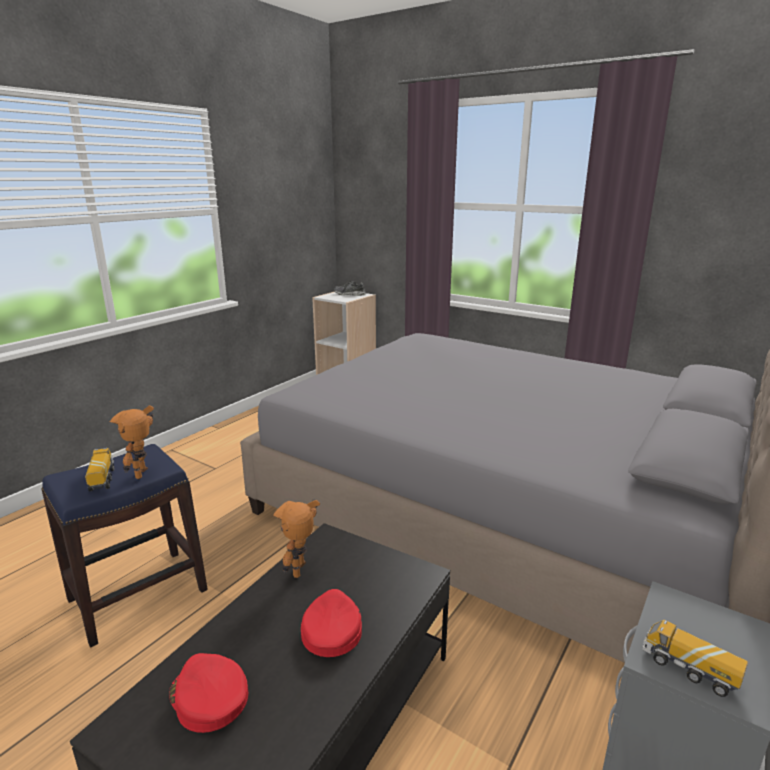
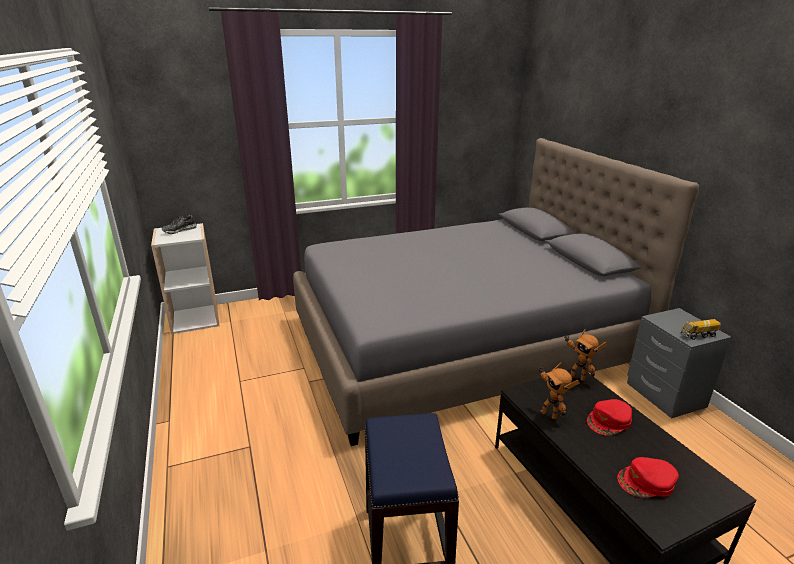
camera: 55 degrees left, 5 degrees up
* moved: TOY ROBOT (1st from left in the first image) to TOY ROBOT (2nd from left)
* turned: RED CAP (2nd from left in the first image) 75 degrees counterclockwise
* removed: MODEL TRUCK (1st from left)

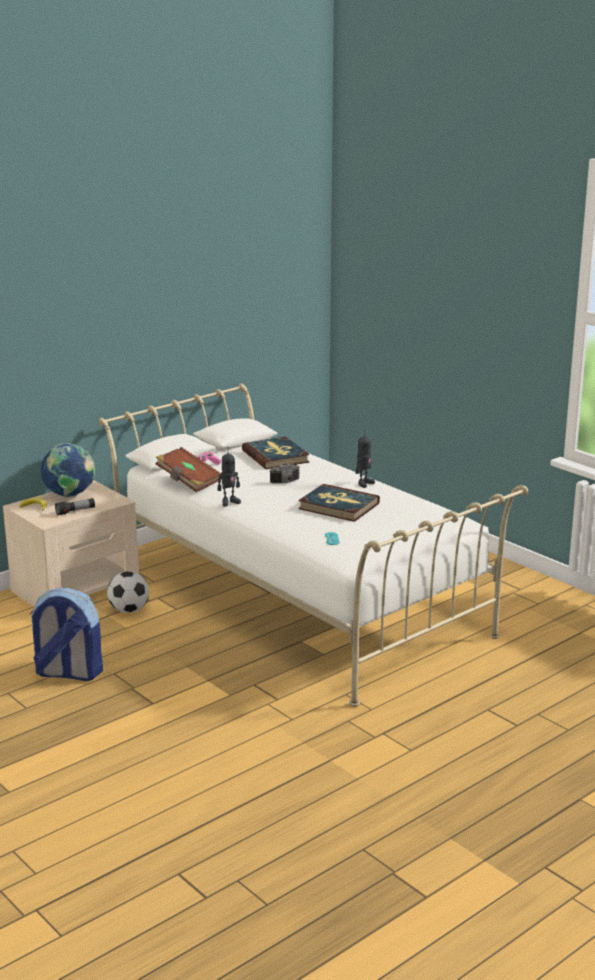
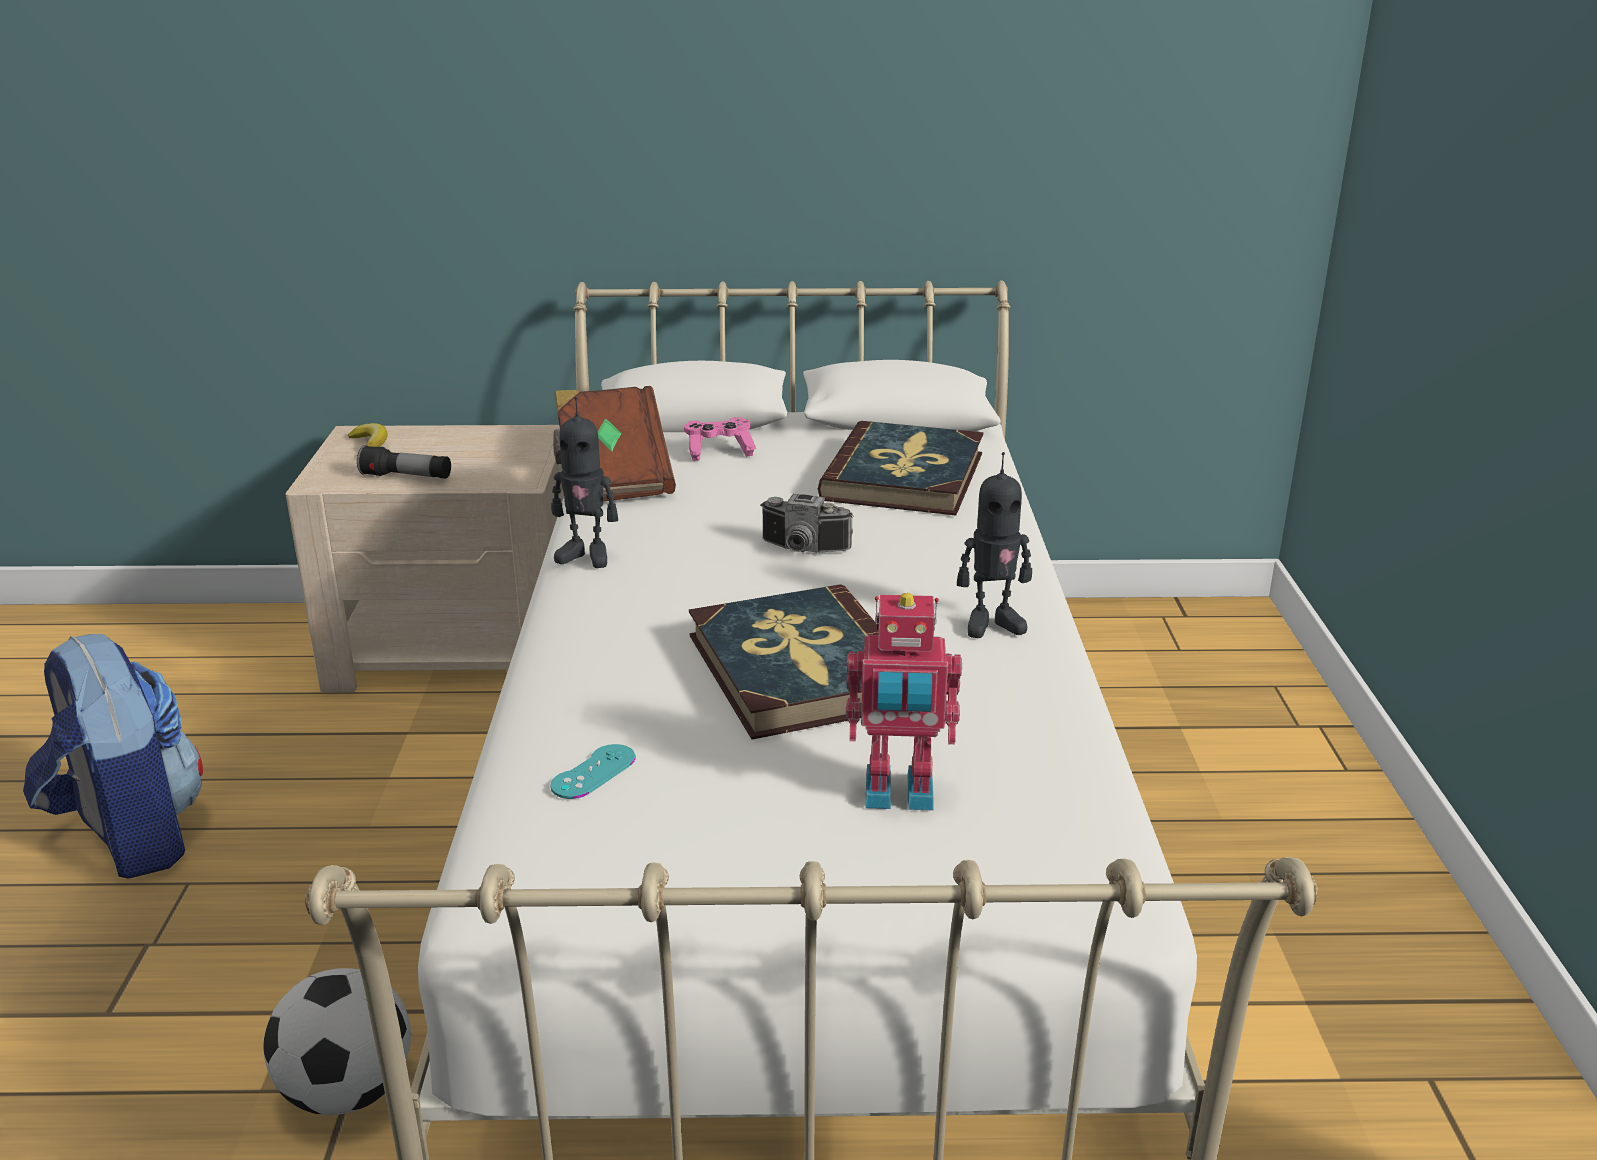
camera: 40 degrees right, 5 degrees up
* moved: FOOTBALL
* added: TOY ROBOT (2nd from left)
* removed: GLOBE

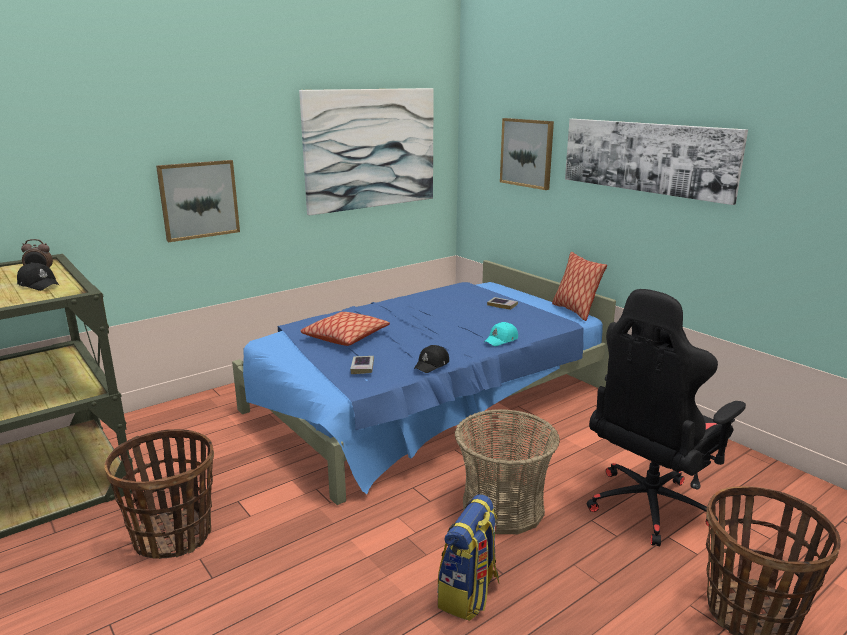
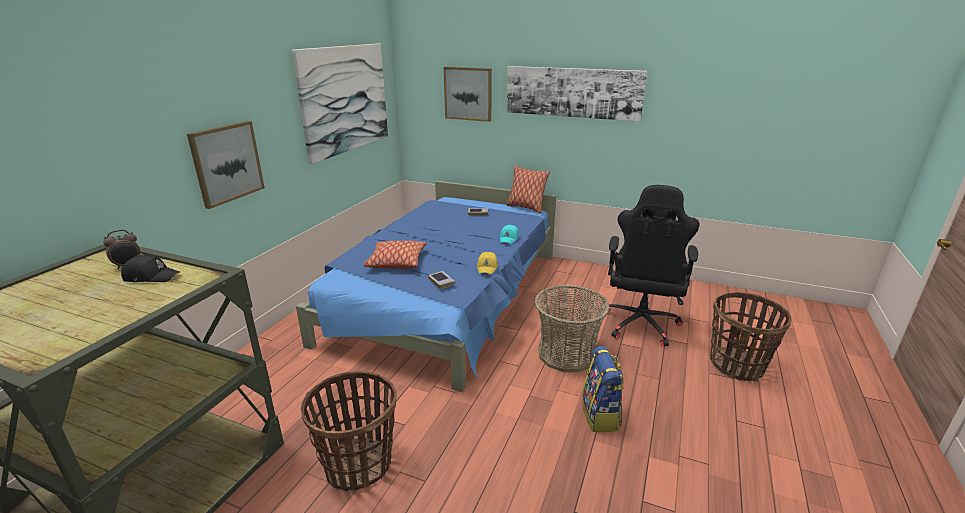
camera: 30 degrees left, 5 degrees up
* recoloured: BLACKISH CAP (2nd from left) to YELLOWISH CAP

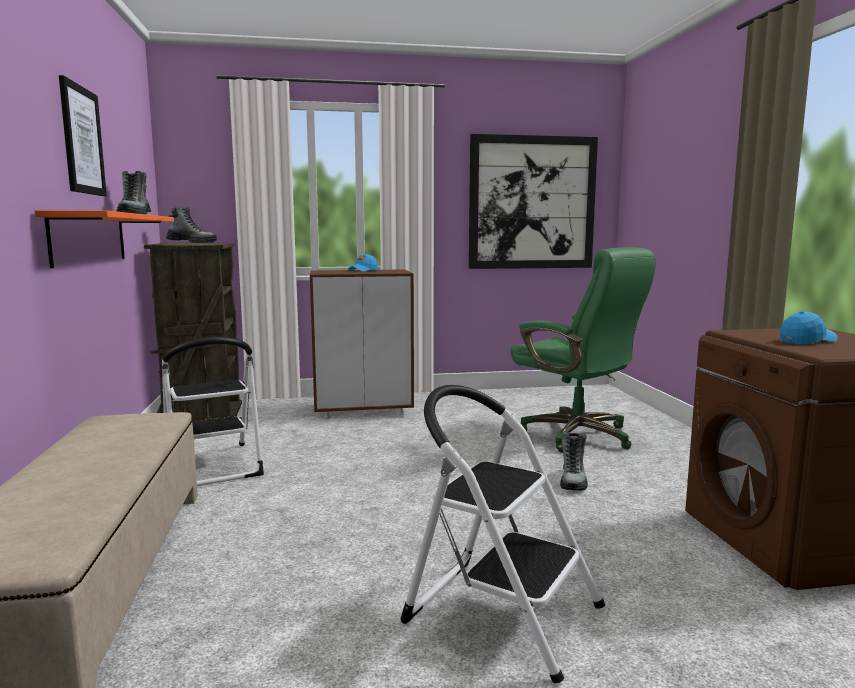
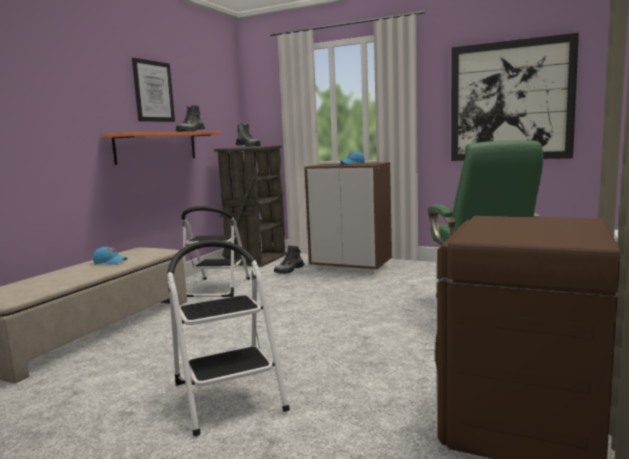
camera: 35 degrees right, 0 degrees up
* moved: BLUE-COLOURED CAP (2nd from left in the first image) to BLUE-COLOURED CAP (1st from left)
* moved: HIGH-TOP BOOT (3rd from left)

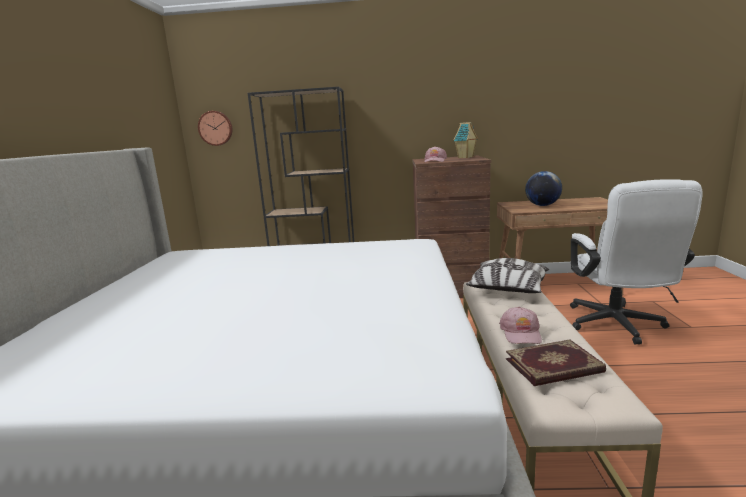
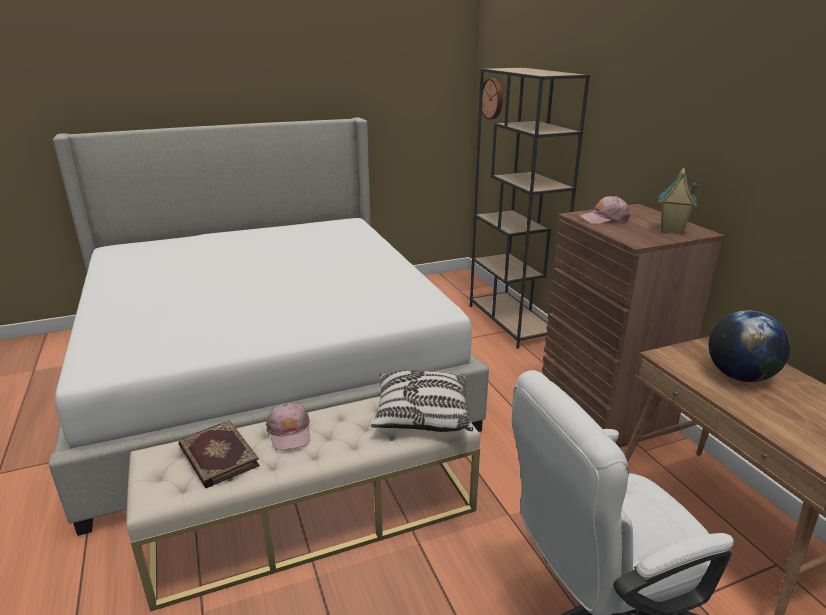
camera: 65 degrees right, 10 degrees up
* turned: PINKISH CAP (2nd from left in the first image) 90 degrees counterclockwise

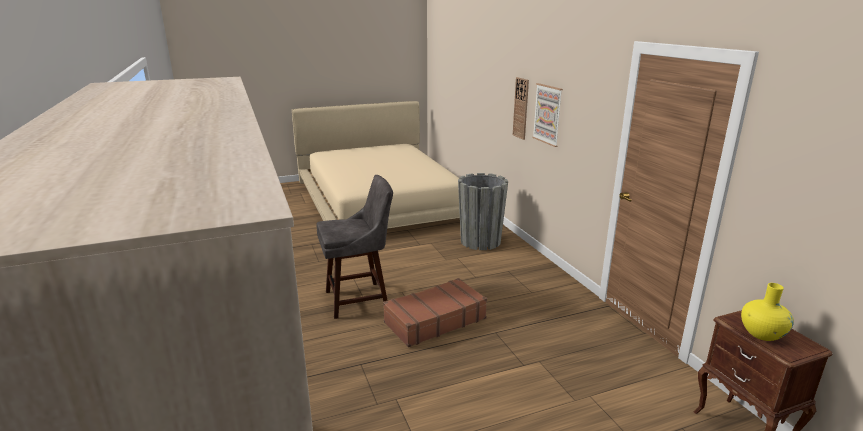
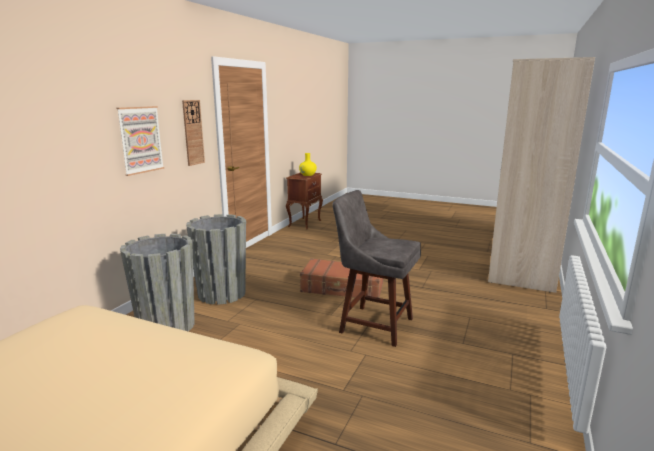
camera: 135 degrees left, 5 degrees down
* moved: CLOCK ON THE WALL
* added: GREYISH FLOWER POT (2nd from left)

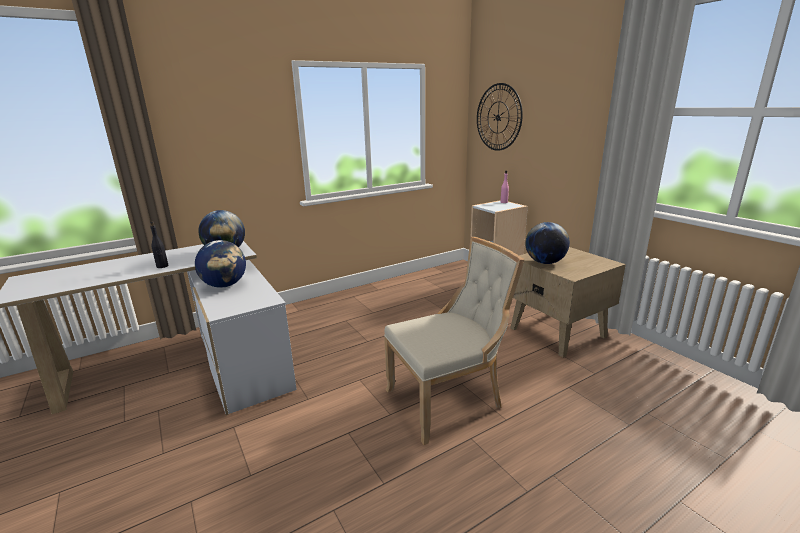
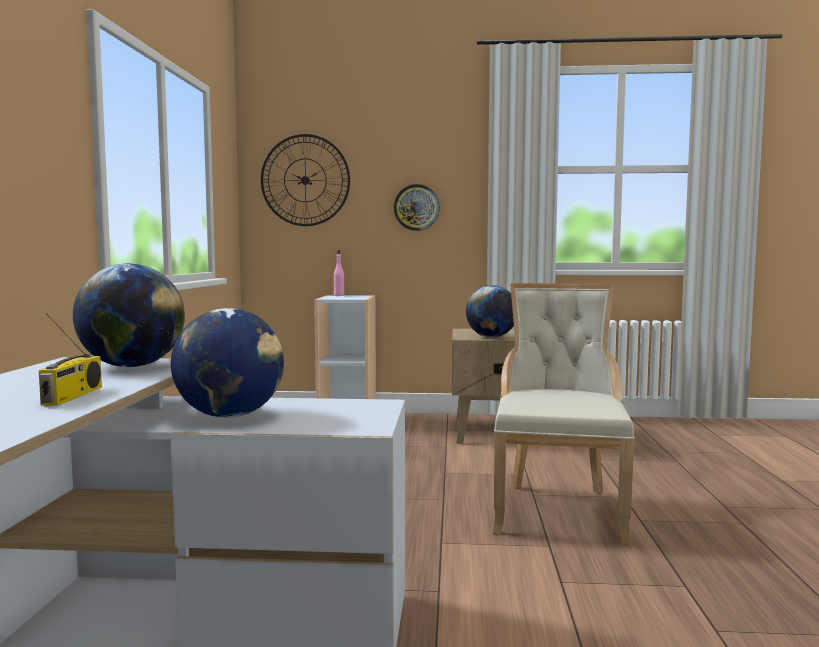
camera: 55 degrees left, 15 degrees down
* replaced: BLACKISH DRINK BOTTLE to RADIO SET
* added: CLOCK ON THE WALL (2nd from left)

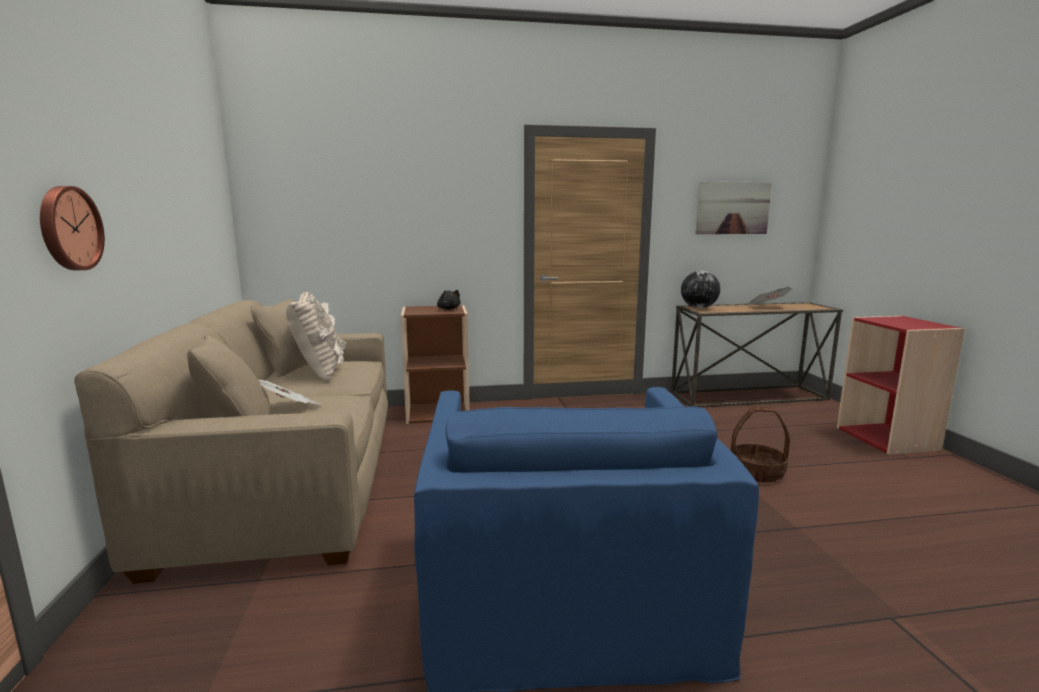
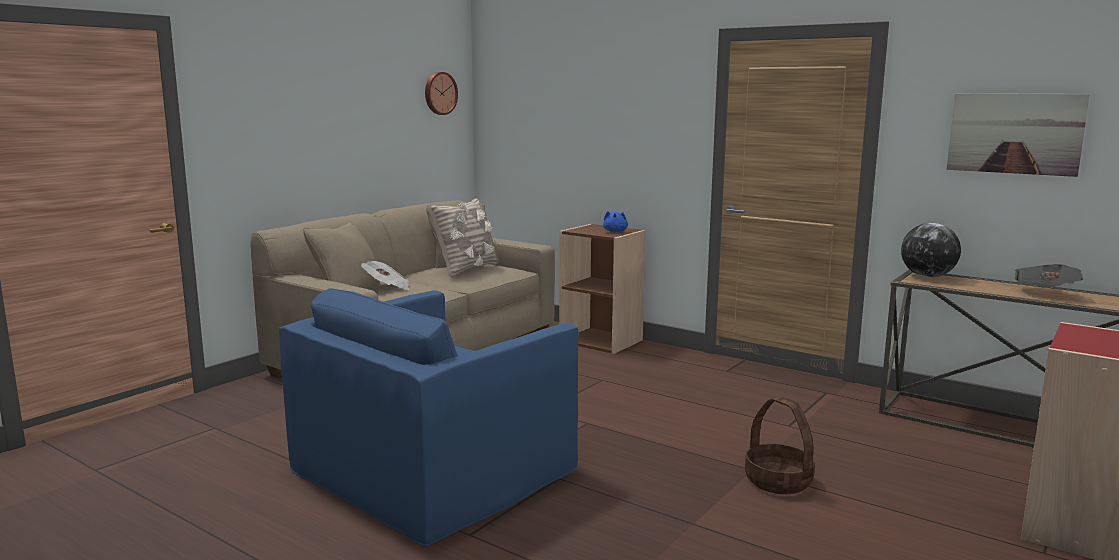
camera: 45 degrees right, 0 degrees up
* moved: CLOCK ON THE WALL
* recoloured: BLACKISH SOFT TOY to BLUE-COLOURED SOFT TOY

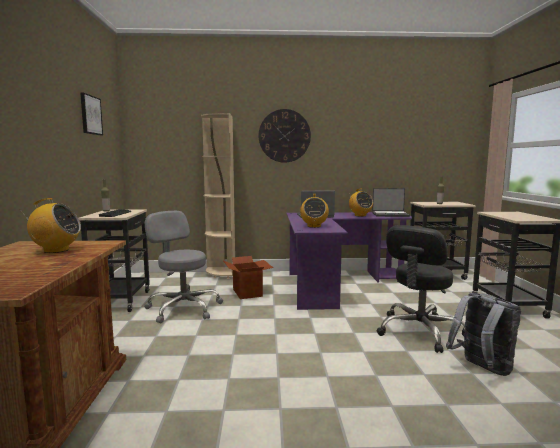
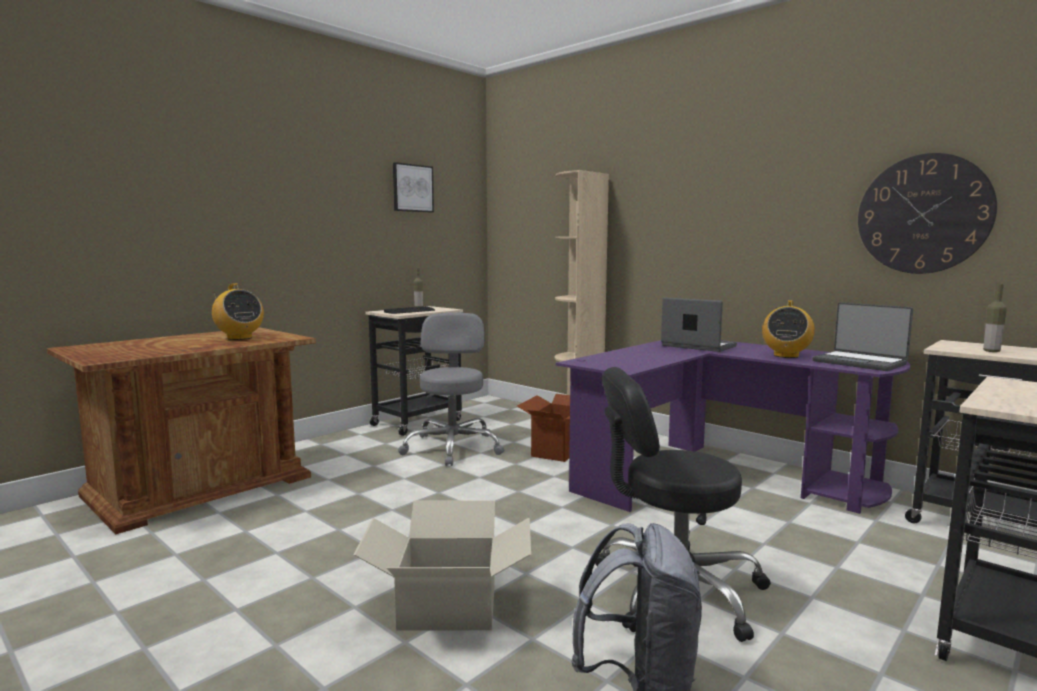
camera: 45 degrees right, 0 degrees up
* added: CARDBOARD BOX (1st from left)
* moved: CLOCK ON THE WALL
* removed: RADIO SET (2nd from left)

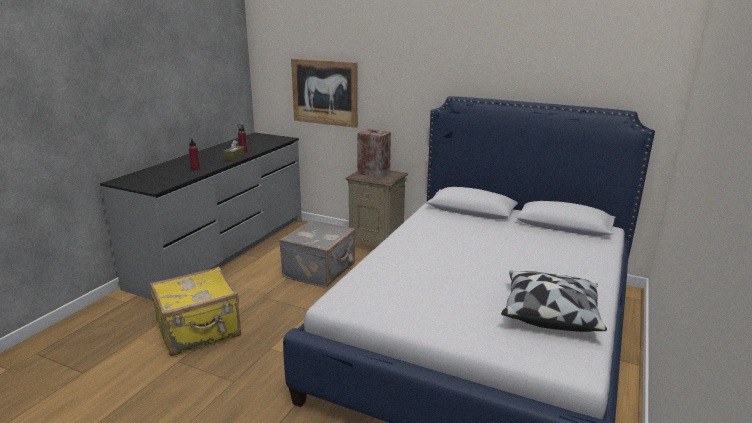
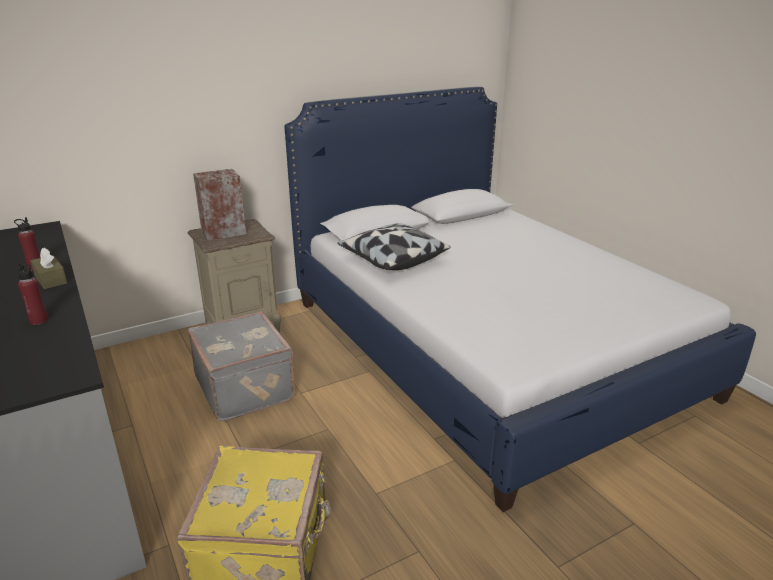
camera: 55 degrees left, 5 degrees up
* moved: THROW PILLOW
* removed: WALL PICTURE

